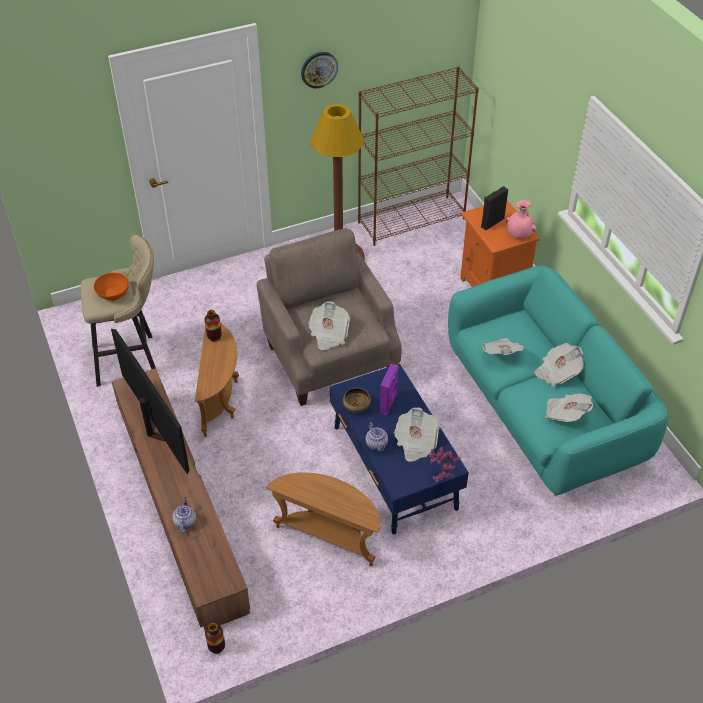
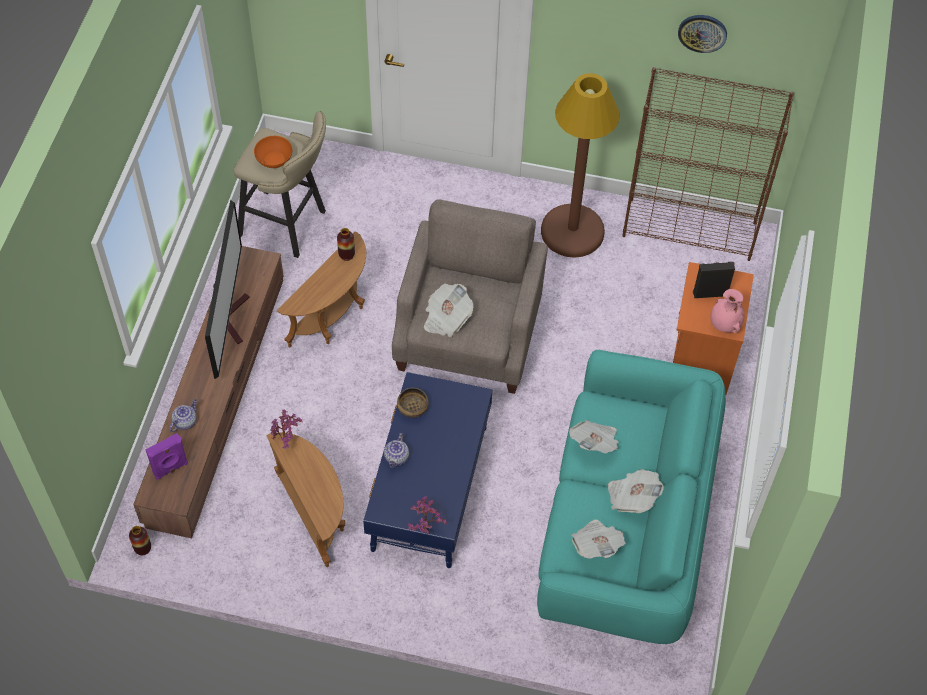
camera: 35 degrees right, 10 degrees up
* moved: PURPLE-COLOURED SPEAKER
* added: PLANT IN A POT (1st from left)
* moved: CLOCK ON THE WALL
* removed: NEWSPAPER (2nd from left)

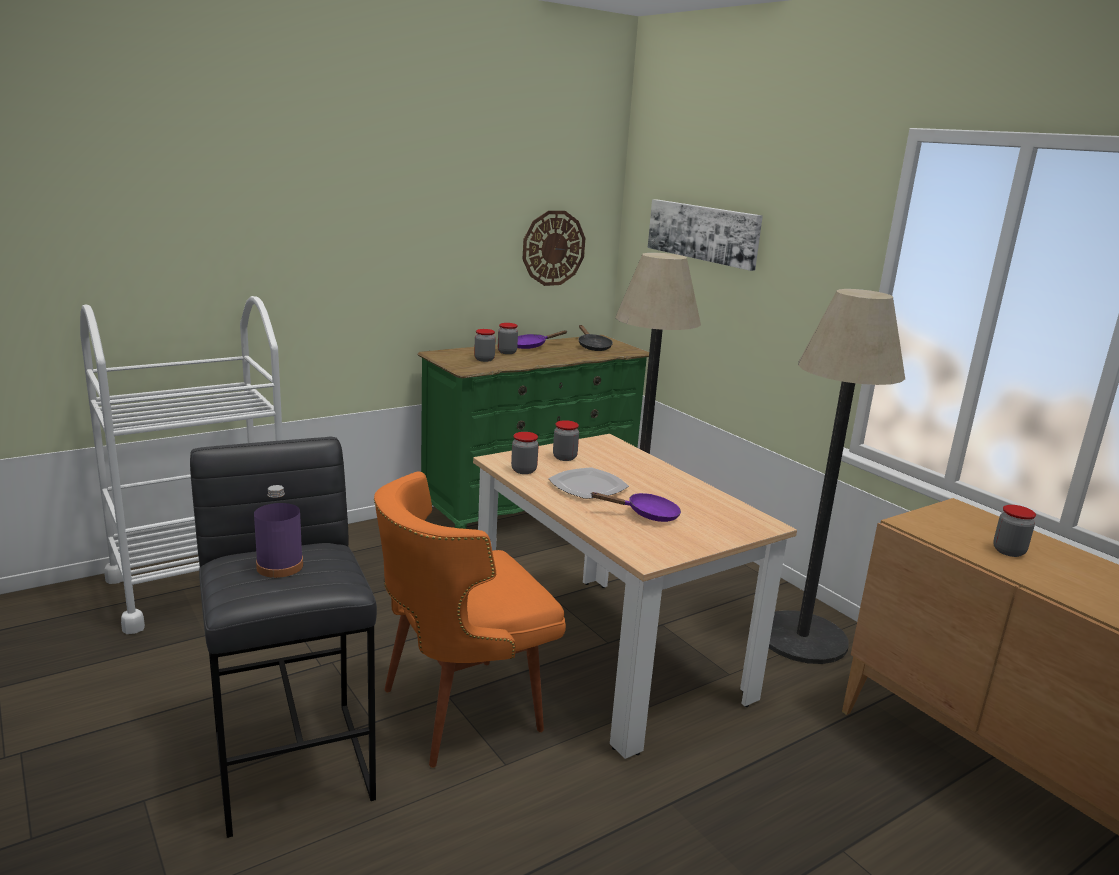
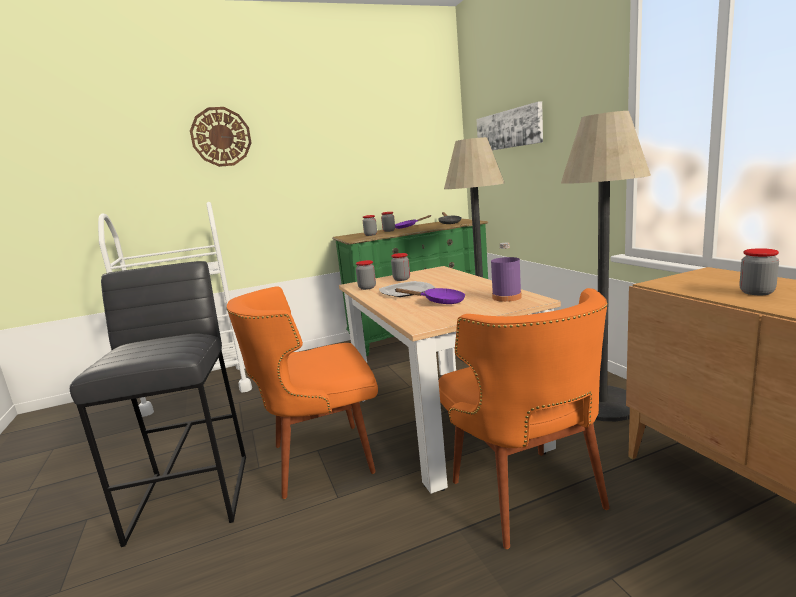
camera: 15 degrees right, 5 degrees down
* moved: CLOCK ON THE WALL
* added: ORANGE-COLOURED PLAIN CHAIR (2nd from left)
* moved: PURPLE-COLOURED DRINK BOTTLE

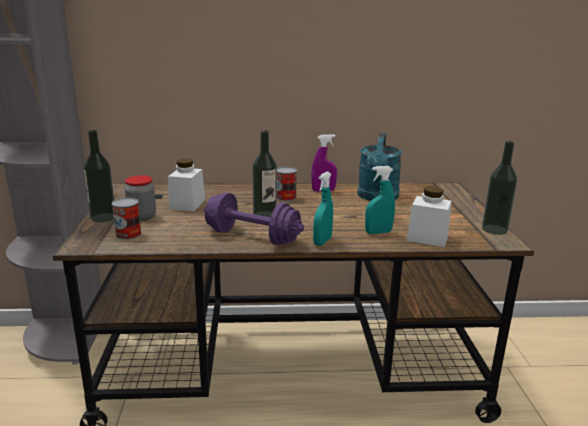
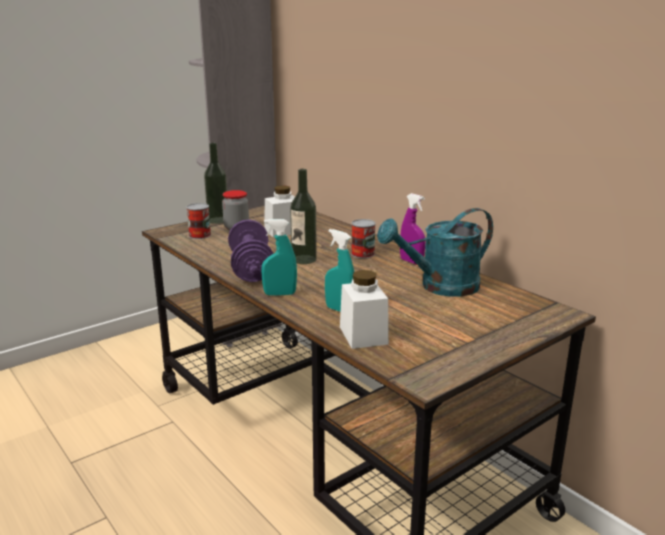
camera: 55 degrees right, 0 degrees up
* removed: DRINK BOTTLE (3rd from left)

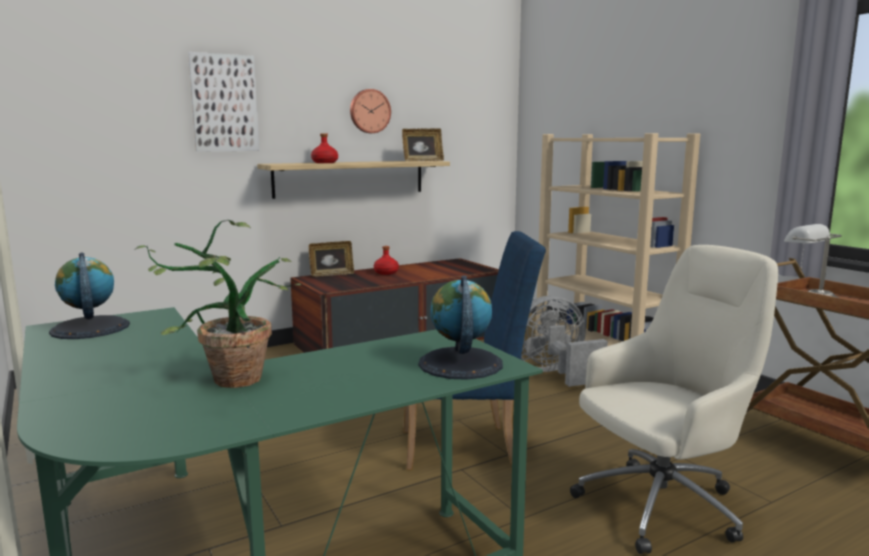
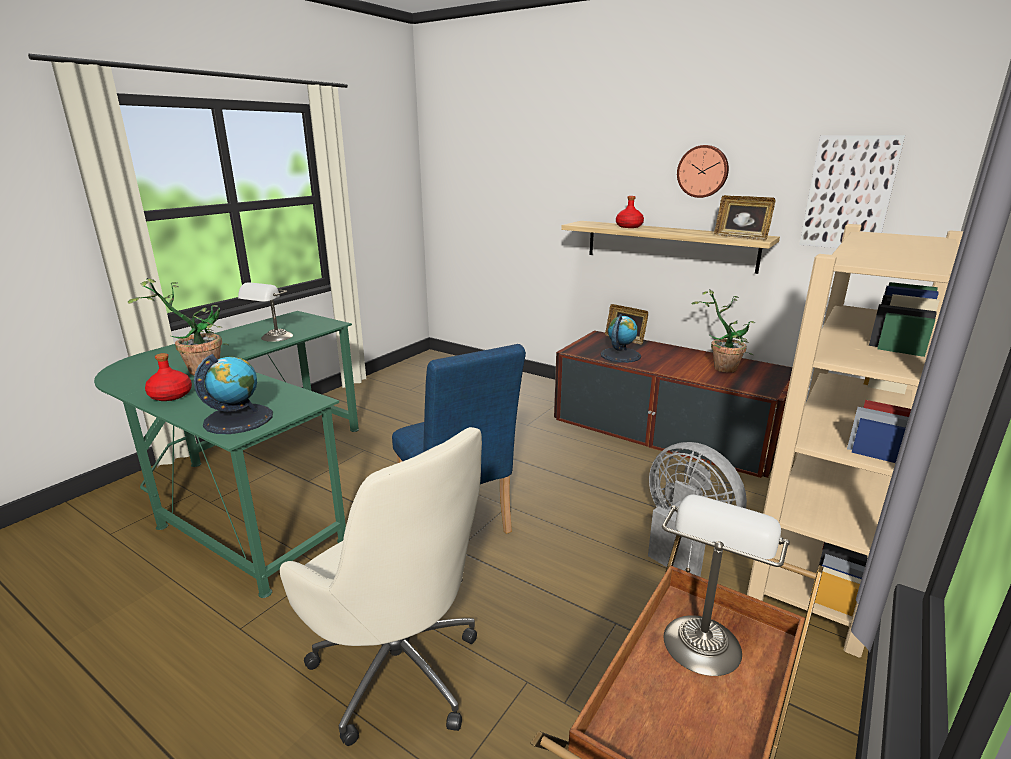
camera: 65 degrees right, 10 degrees up
* moved: RED DRINK BOTTLE (2nd from left in the first image) to RED DRINK BOTTLE (1st from left)
* added: WHITE TABLE LAMP (1st from left)
* moved: GLOBE (1st from left in the first image) to GLOBE (2nd from left)
* added: PLANT IN A POT (2nd from left)
* moved: WALL PICTURE

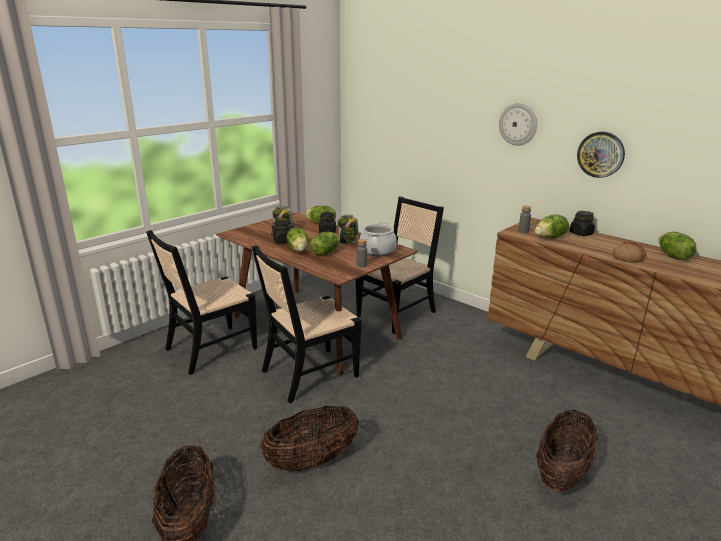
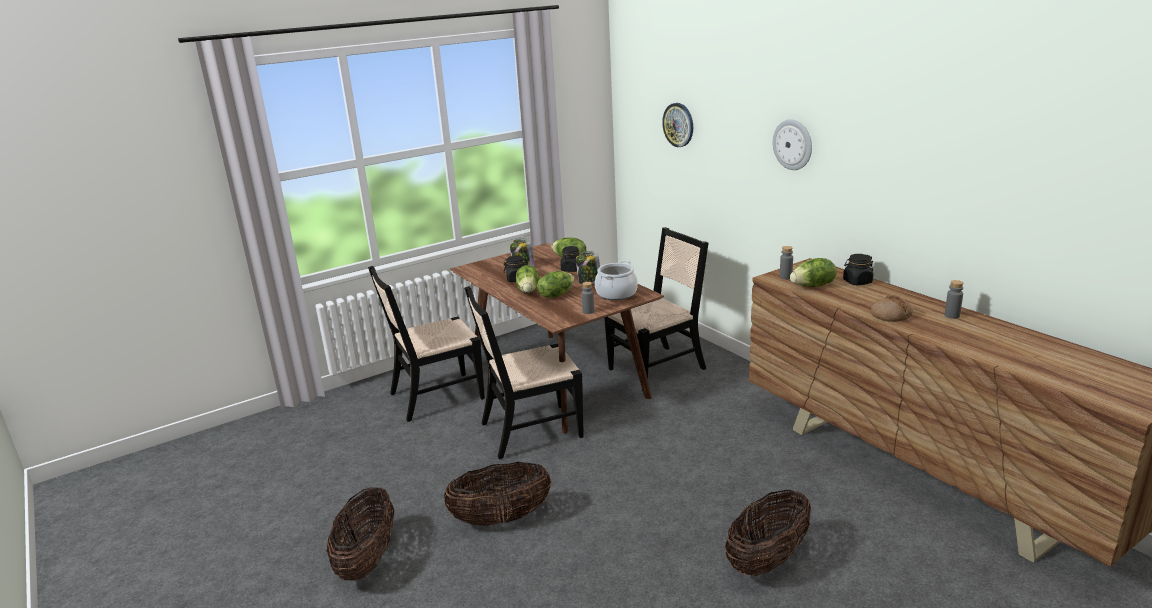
camera: 15 degrees right, 0 degrees up
* moved: CLOCK ON THE WALL (2nd from left in the first image) to CLOCK ON THE WALL (1st from left)
* replaced: LETTUCE (5th from left) to GREYISH DRINK BOTTLE (3rd from left)

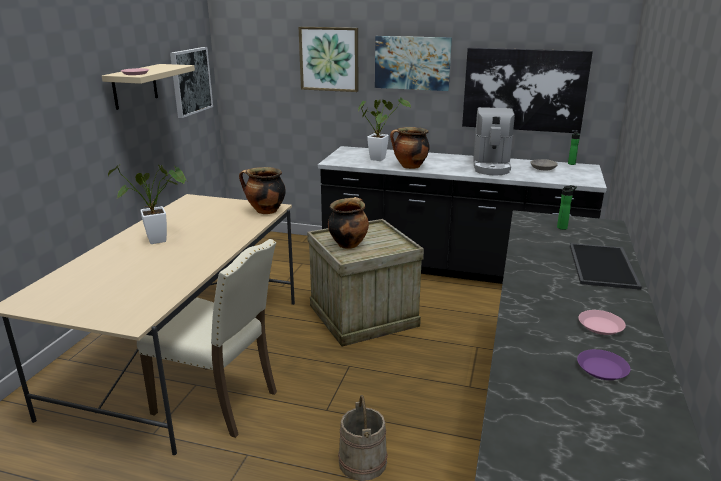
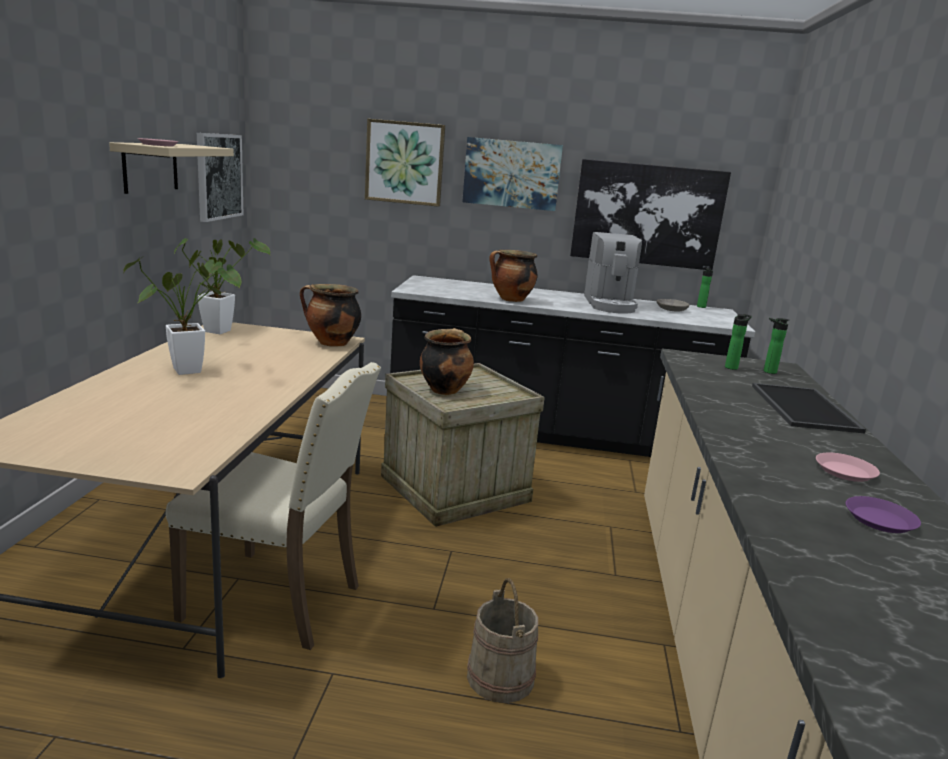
camera: 10 degrees left, 5 degrees down
* moved: PLANT IN A POT (2nd from left)
* added: DRINK BOTTLE (3rd from left)

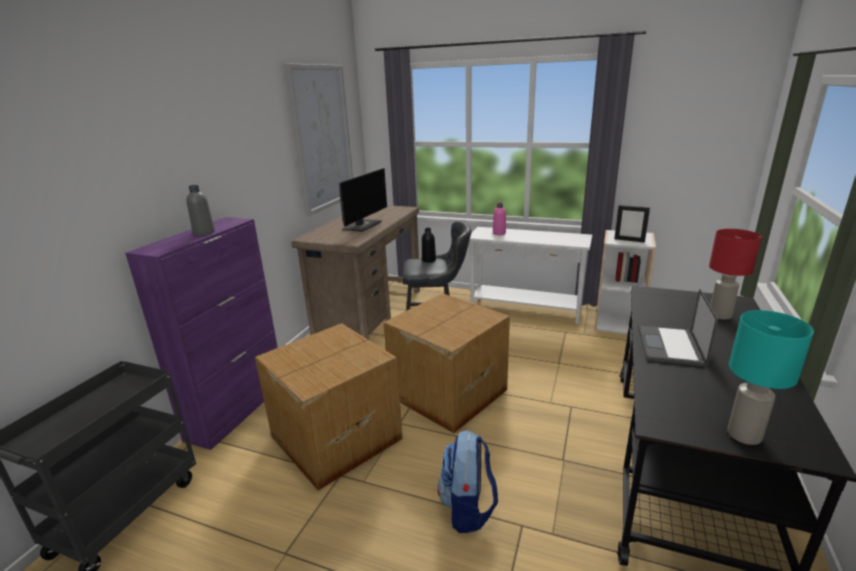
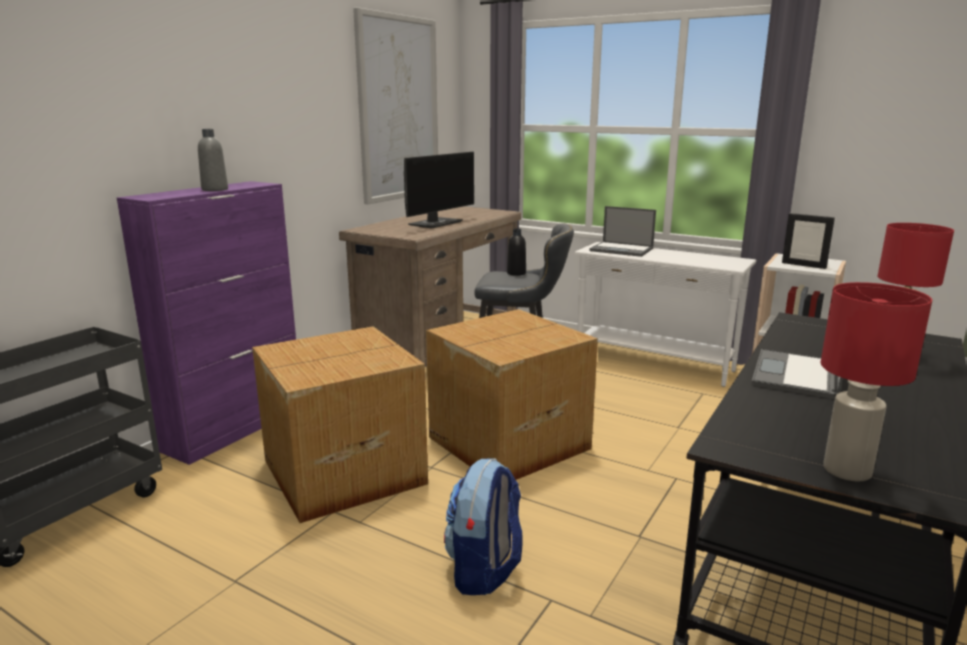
camera: 10 degrees right, 5 degrees down
* replaced: PINKISH DRINK BOTTLE to NOTEBOOK COMPUTER (1st from left)
* recoloured: TURQUOISE-COLOURED TABLE LAMP to RED TABLE LAMP (1st from left)

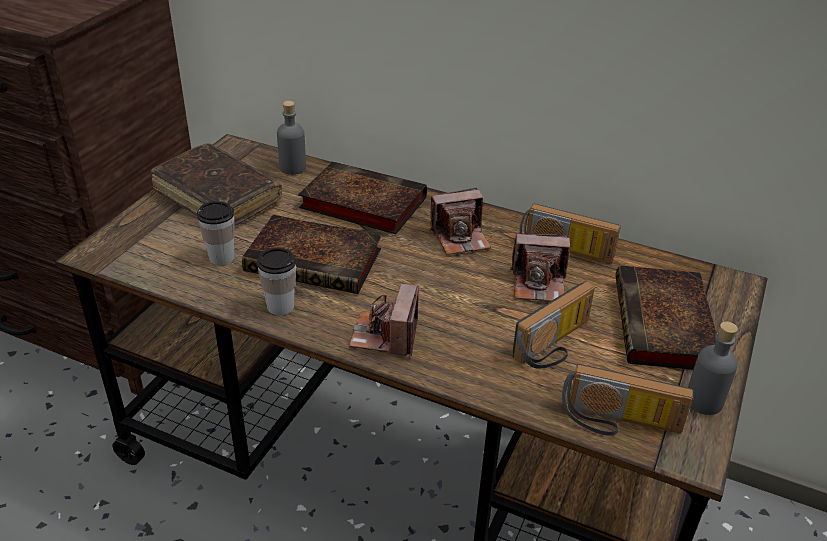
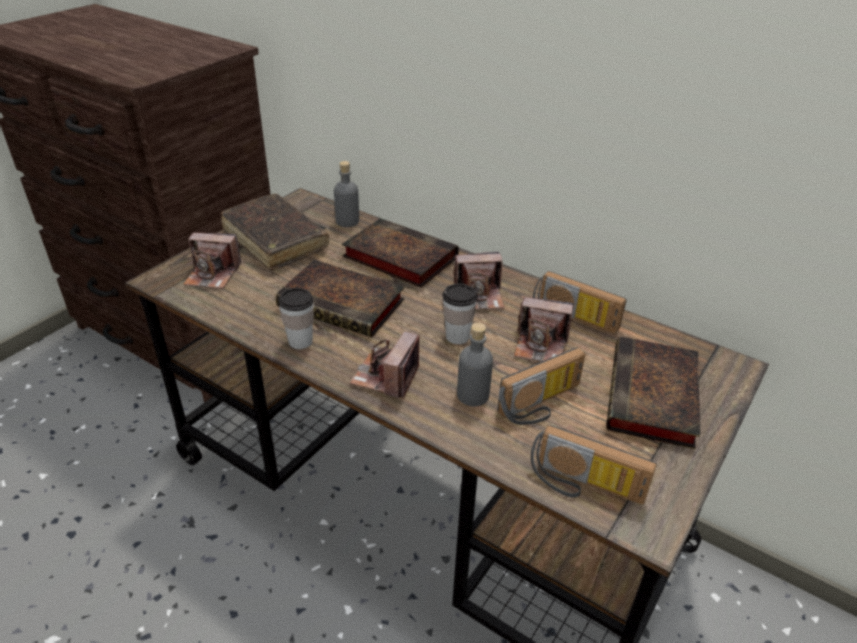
camera: 10 degrees right, 0 degrees up
* added: PHOTO CAMERA (1st from left)
* moved: DRINKING CUP (1st from left in the first image) to DRINKING CUP (2nd from left)
* moved: GREYISH DRINK BOTTLE (2nd from left)

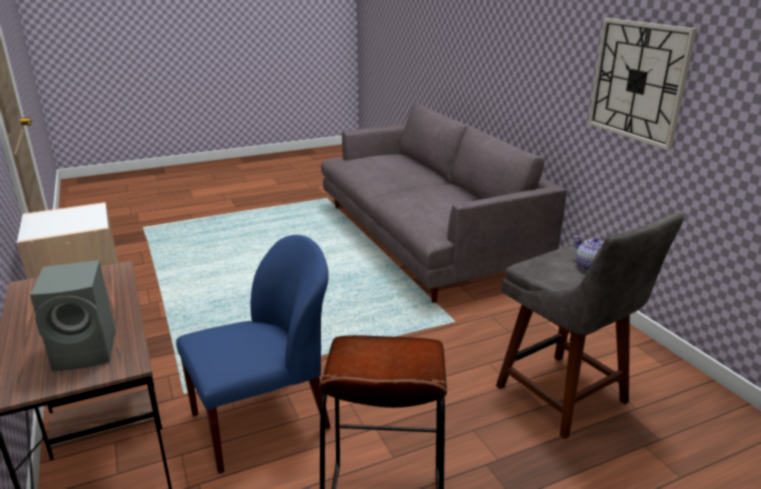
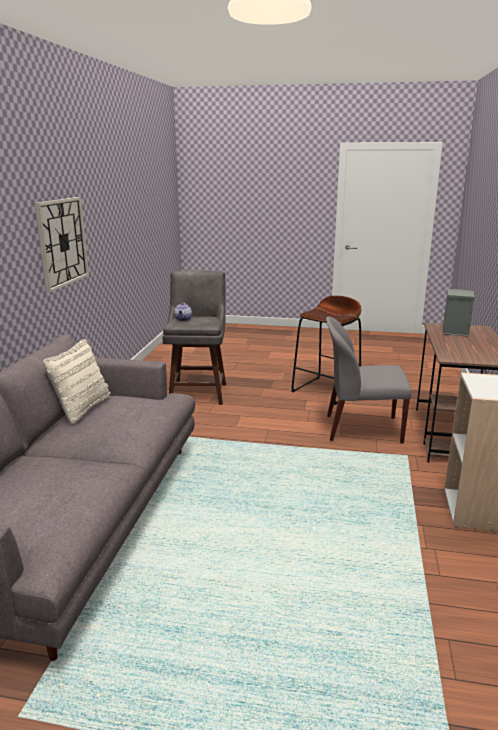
camera: 145 degrees left, 5 degrees down
* added: BEIGE THROW PILLOW
* recoloured: BLUE-COLOURED PLAIN CHAIR to GREYISH PLAIN CHAIR

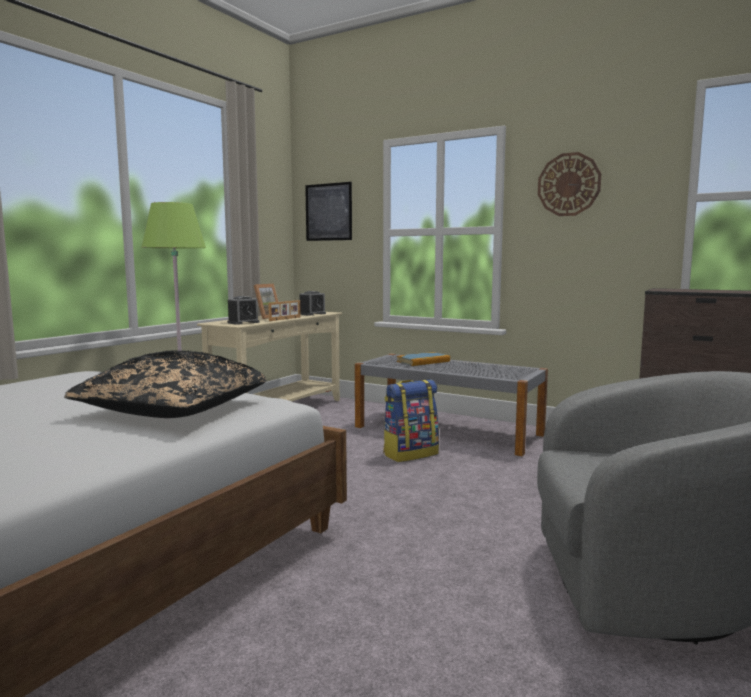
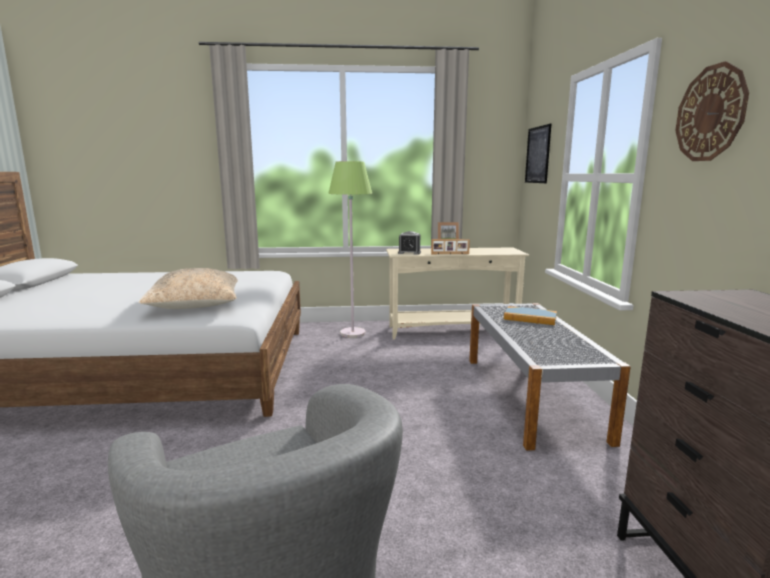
camera: 55 degrees right, 5 degrees up
* recoloured: BLACKISH THROW PILLOW to BEIGE THROW PILLOW
* removed: ALARM CLOCK (2nd from left)
* removed: KNAPSACK

